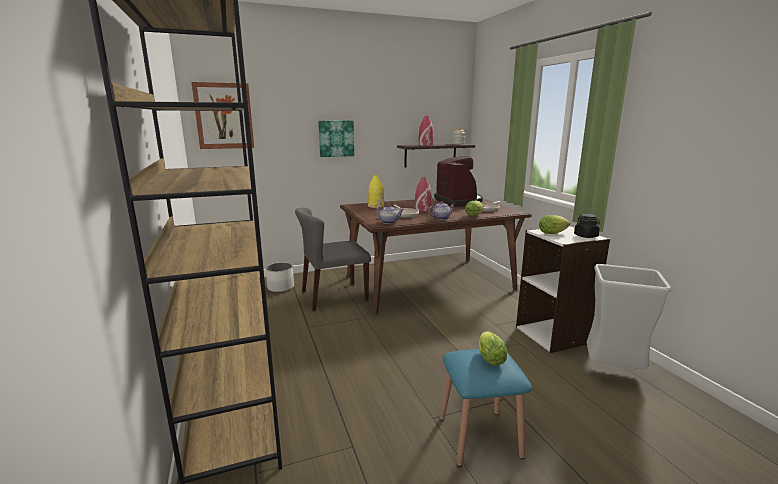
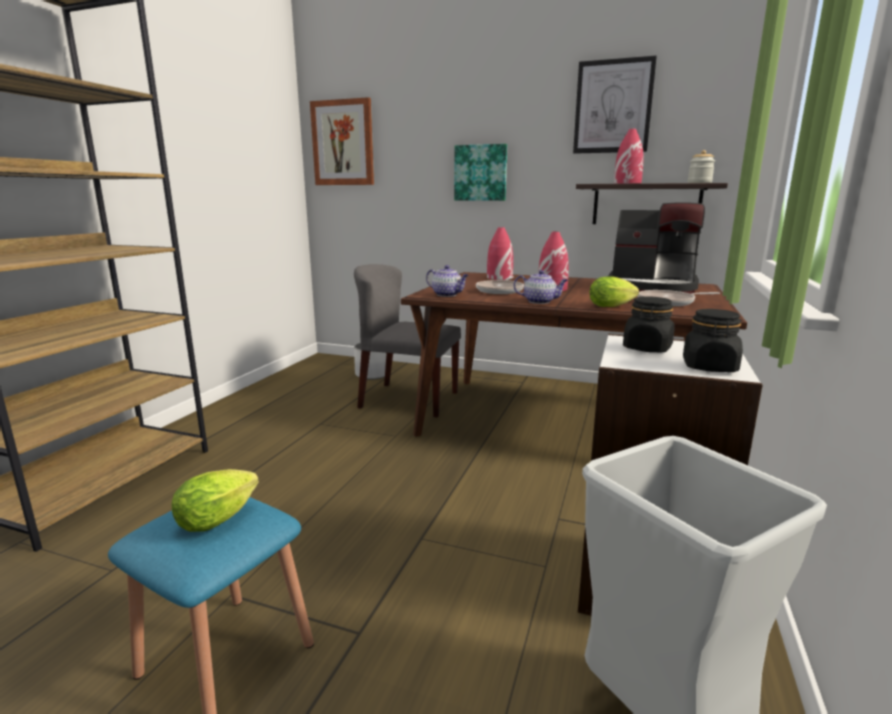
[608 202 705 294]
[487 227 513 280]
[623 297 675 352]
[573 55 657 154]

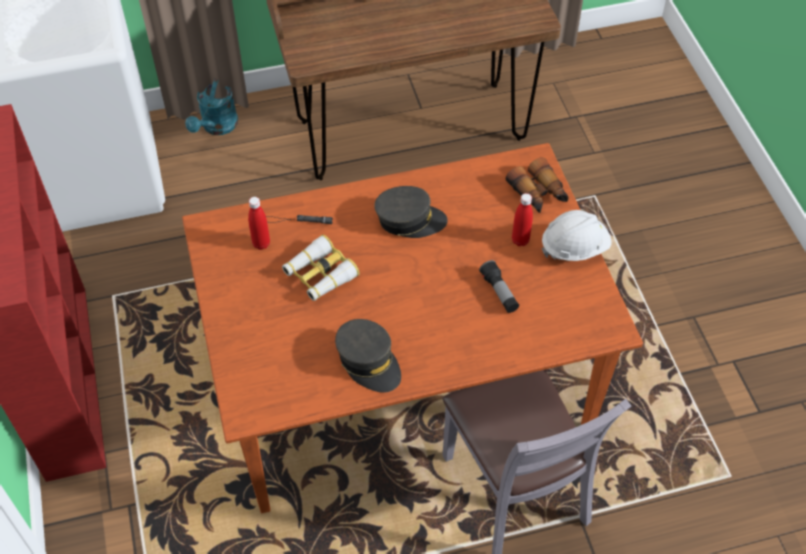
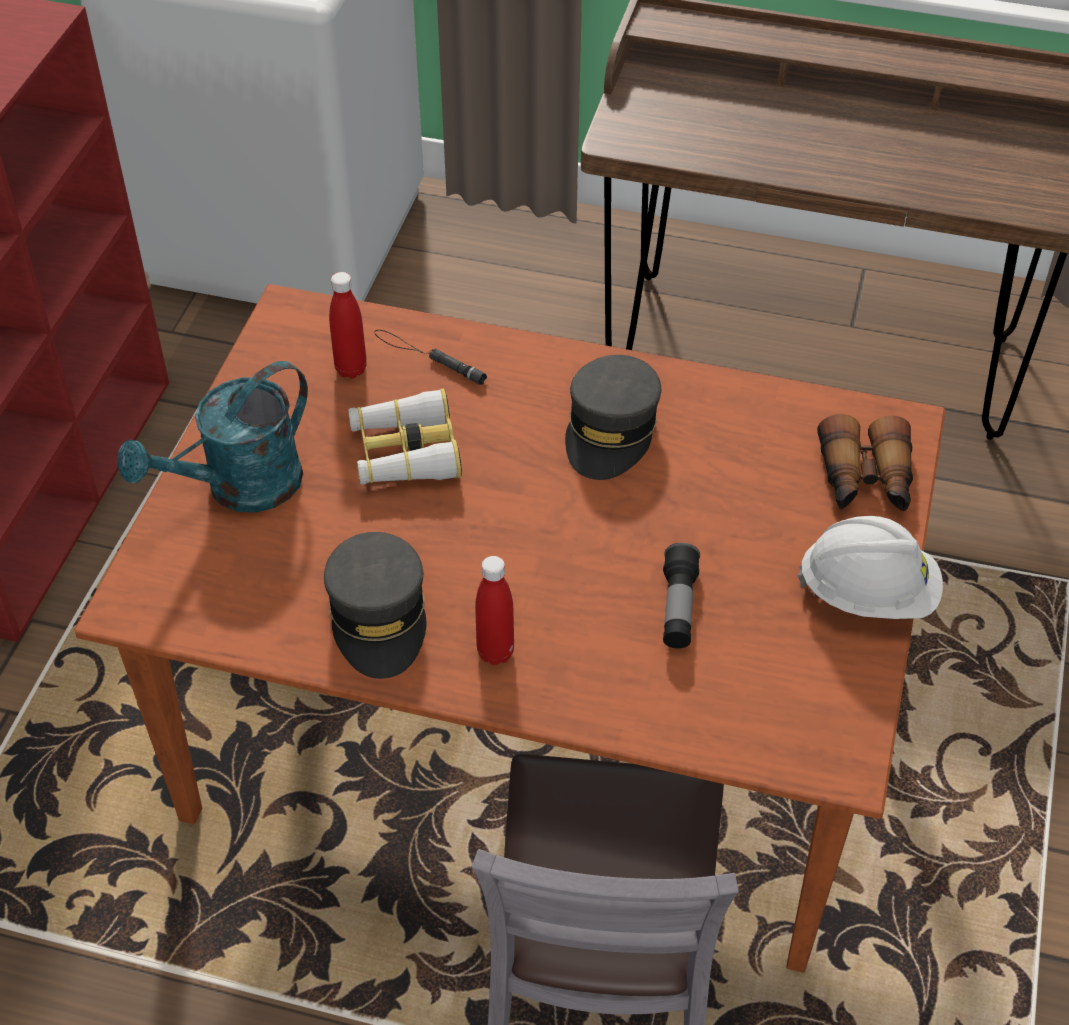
[117 361 308 513]
[565 355 661 480]
[475 556 514 665]

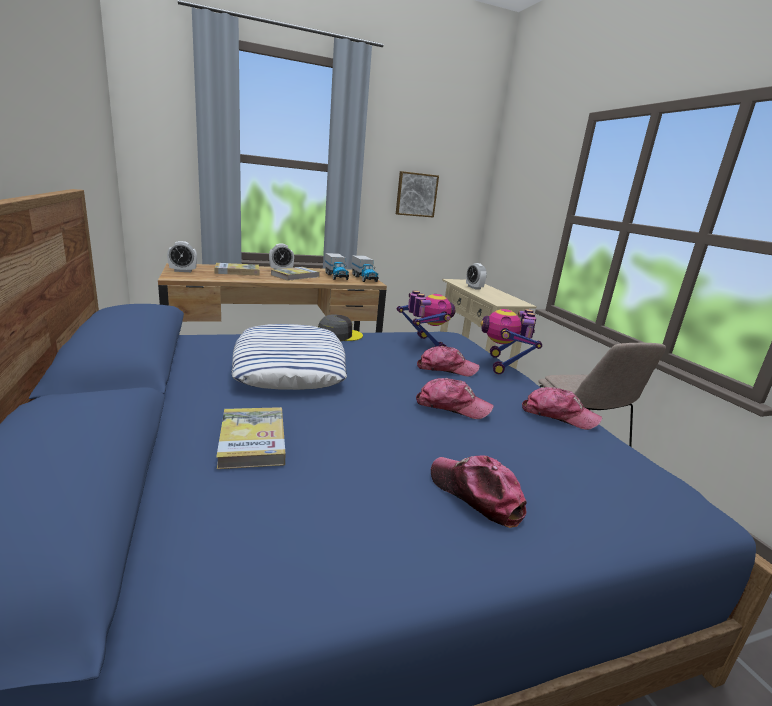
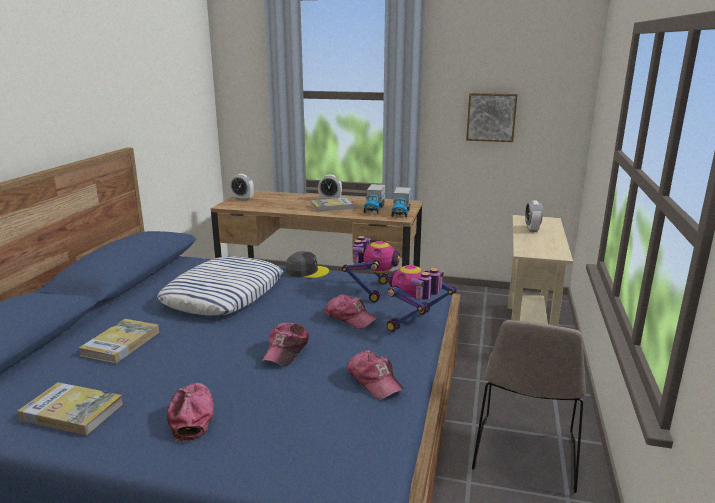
[18 382 123 435]
[262 322 309 366]

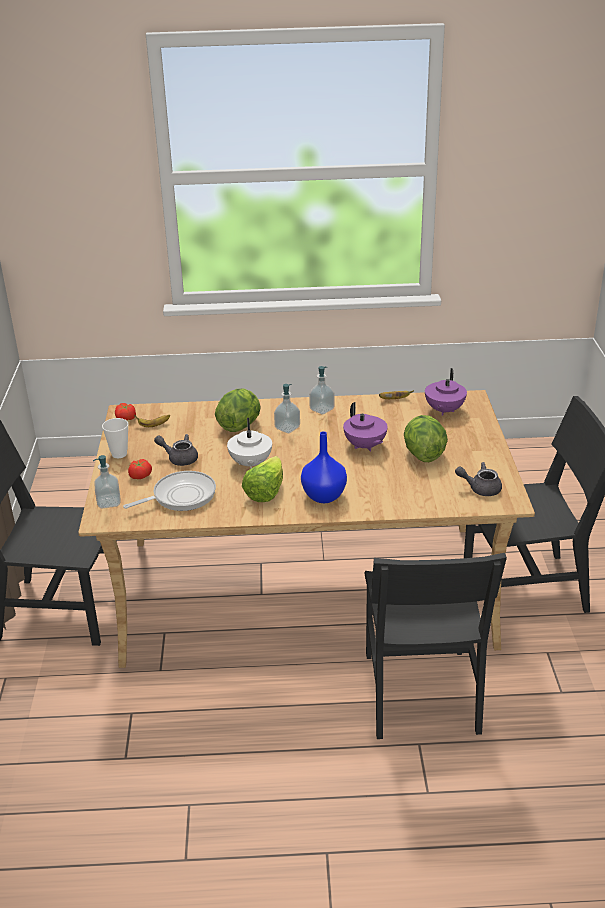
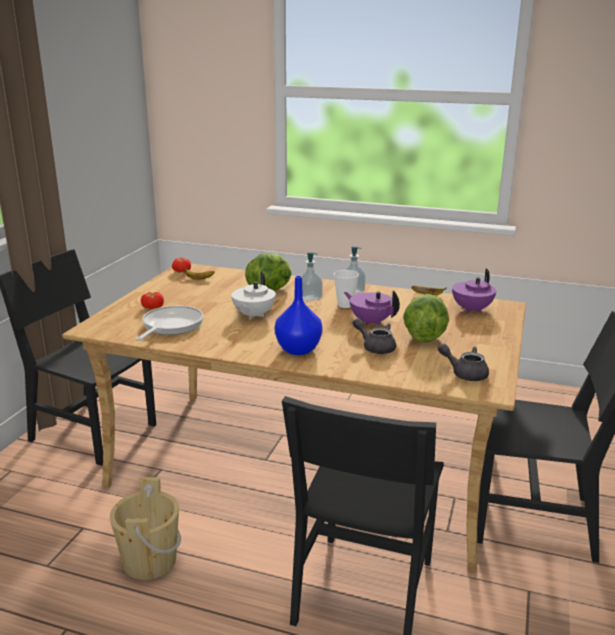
[344 291 400 326]
[334 270 359 308]
[353 318 396 354]
[93 455 121 508] (first image)
[242 456 283 502] (first image)
[136 306 203 341]
[110 477 181 580]

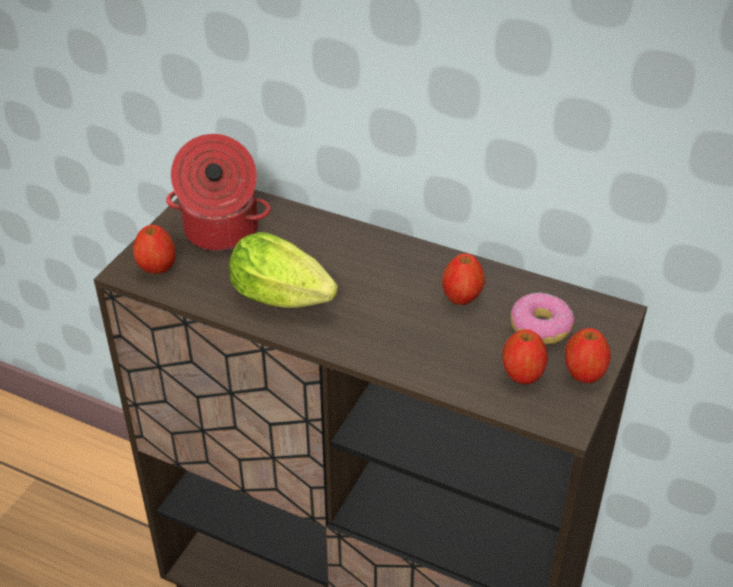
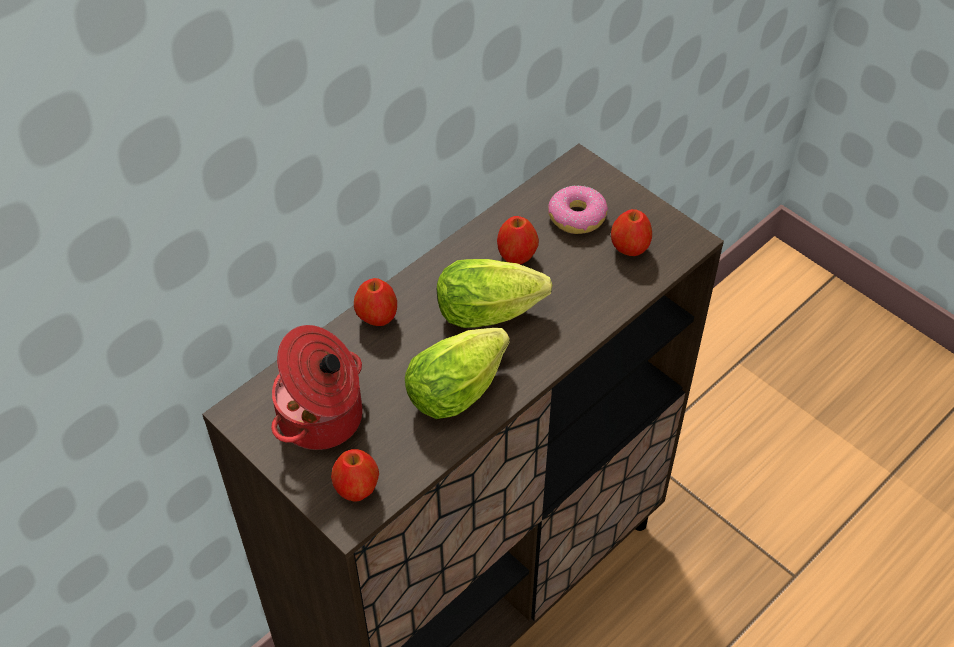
[354 278 397 326]
[437 259 552 328]

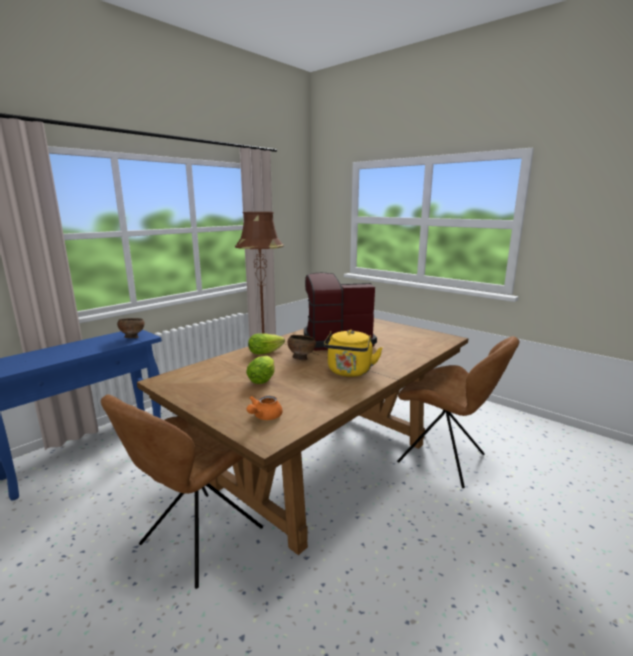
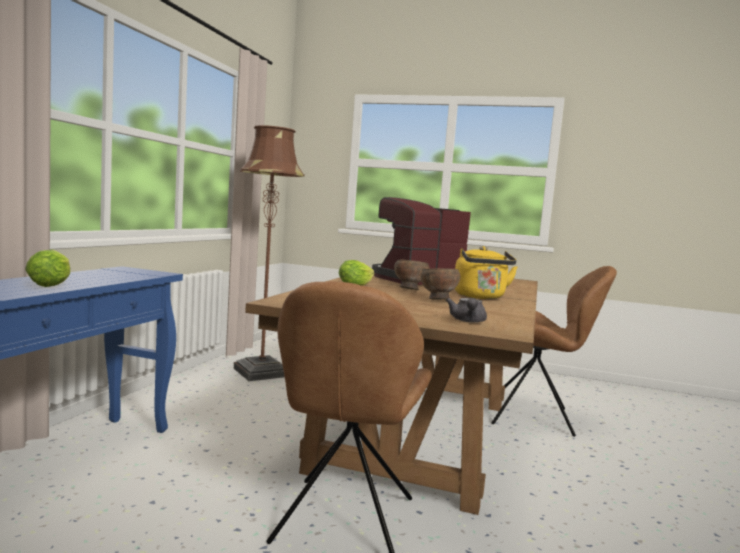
[420 268 460 300]
[25 249 70 287]
[446 298 487 323]

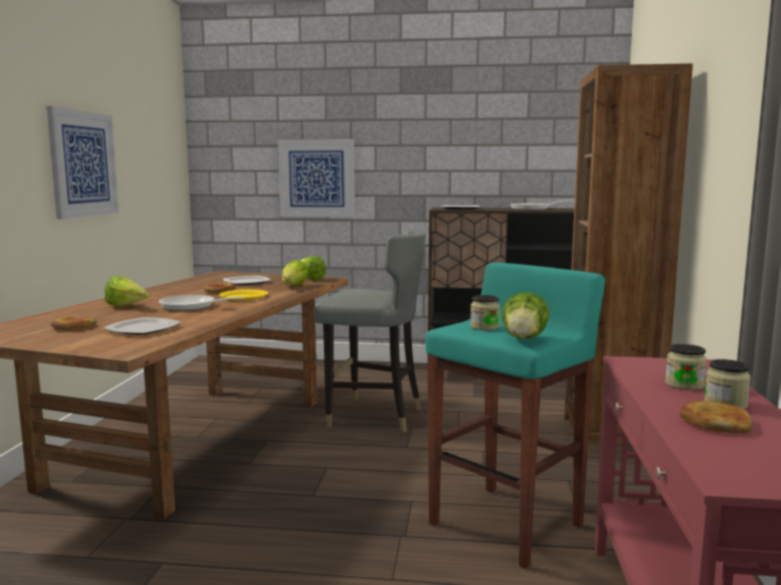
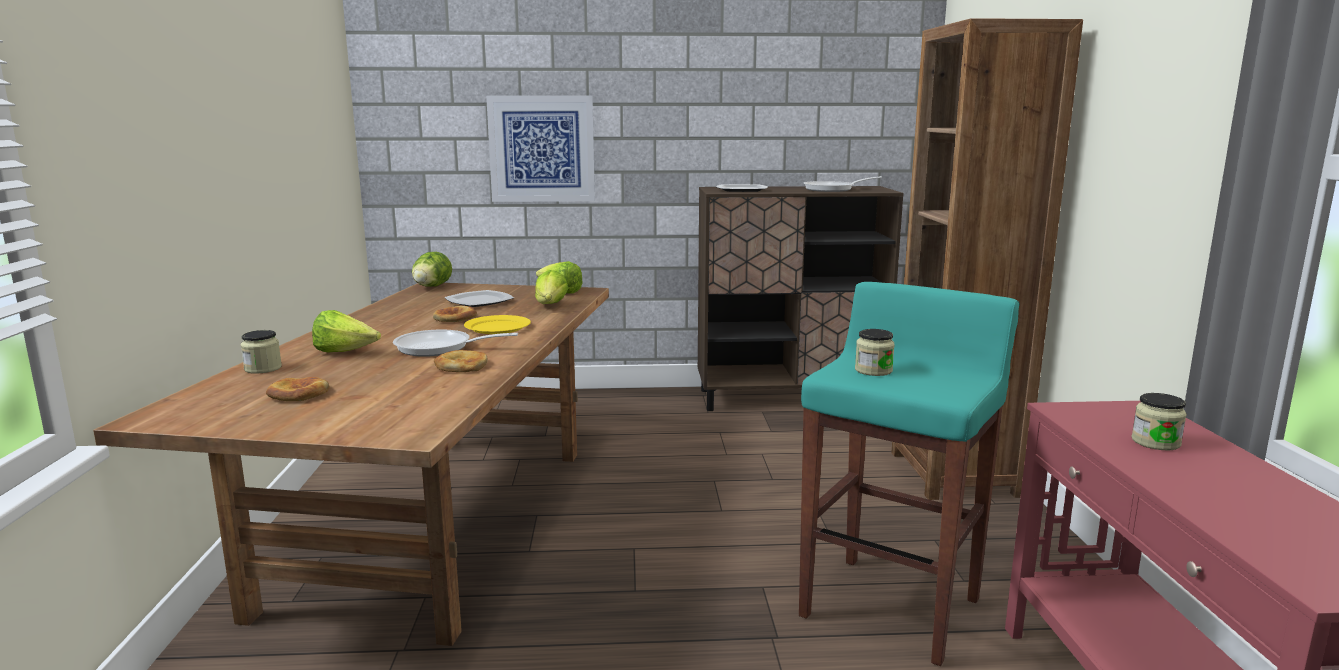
[47 106 119 219] (first image)
[313 229 426 432] (first image)
[412 252 452 287]
[103 317 181 335] (first image)
[241 330 282 374]
[434 350 488 372]

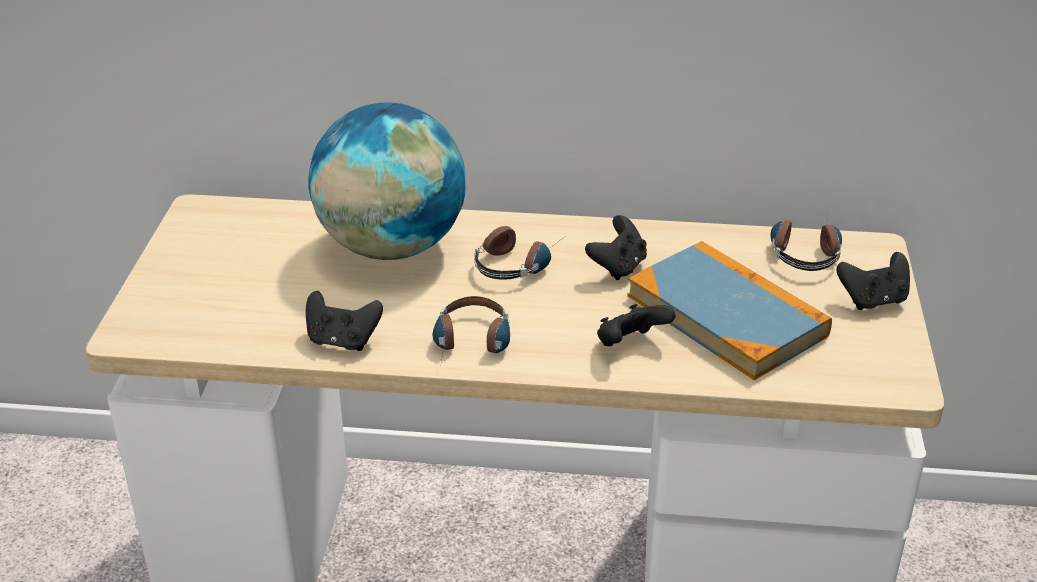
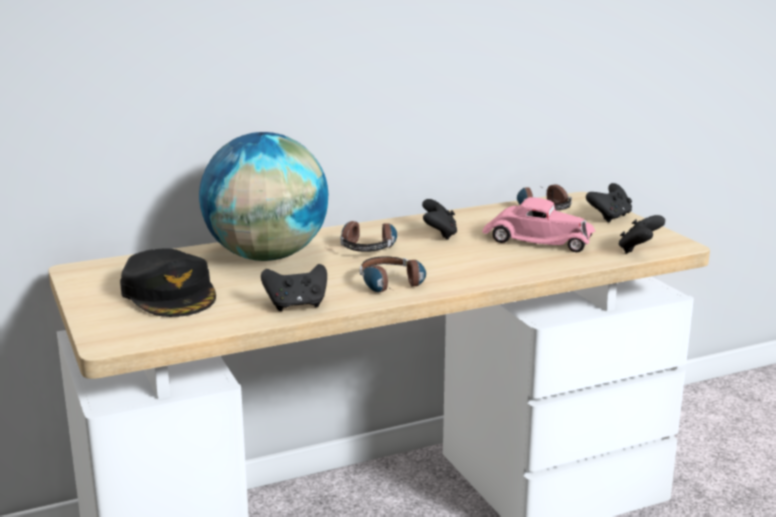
[482 197 595 252]
[619 215 665 254]
[120 249 216 317]

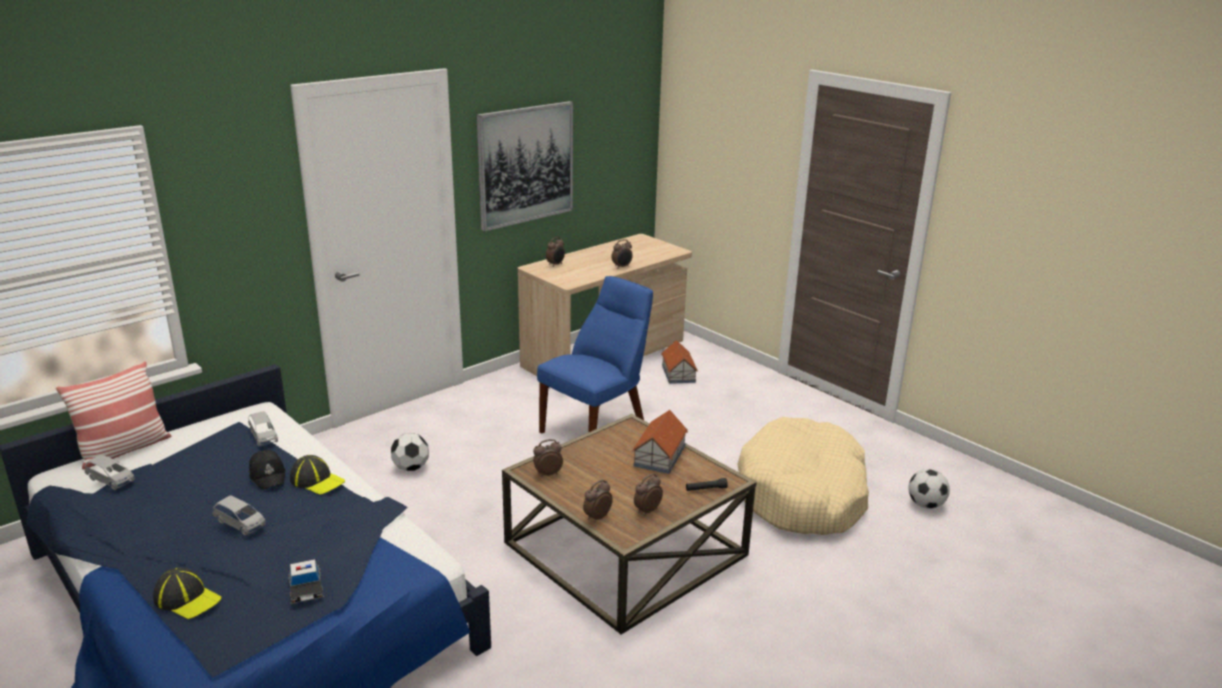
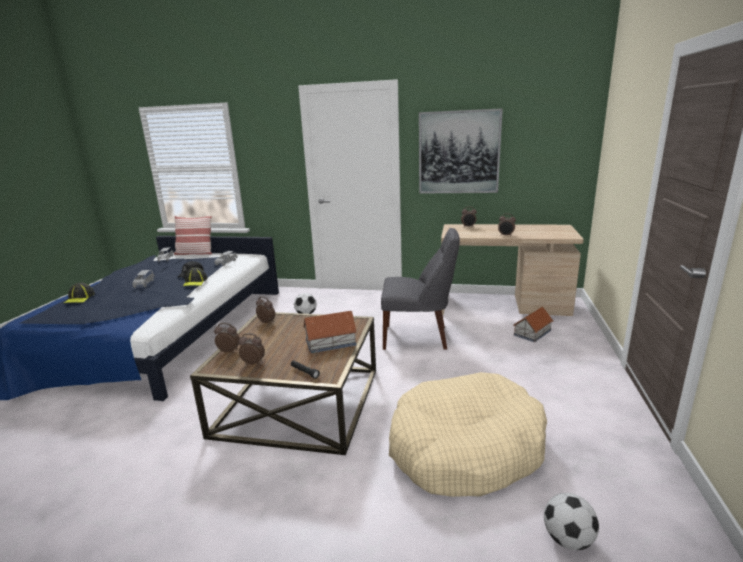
[381 228 460 350]
[288 559 324 604] (first image)

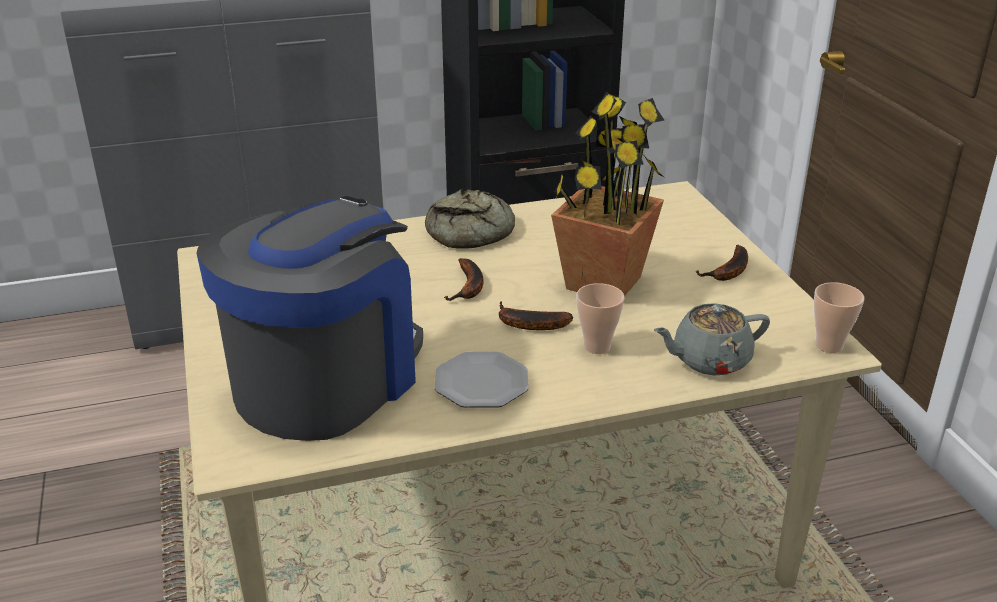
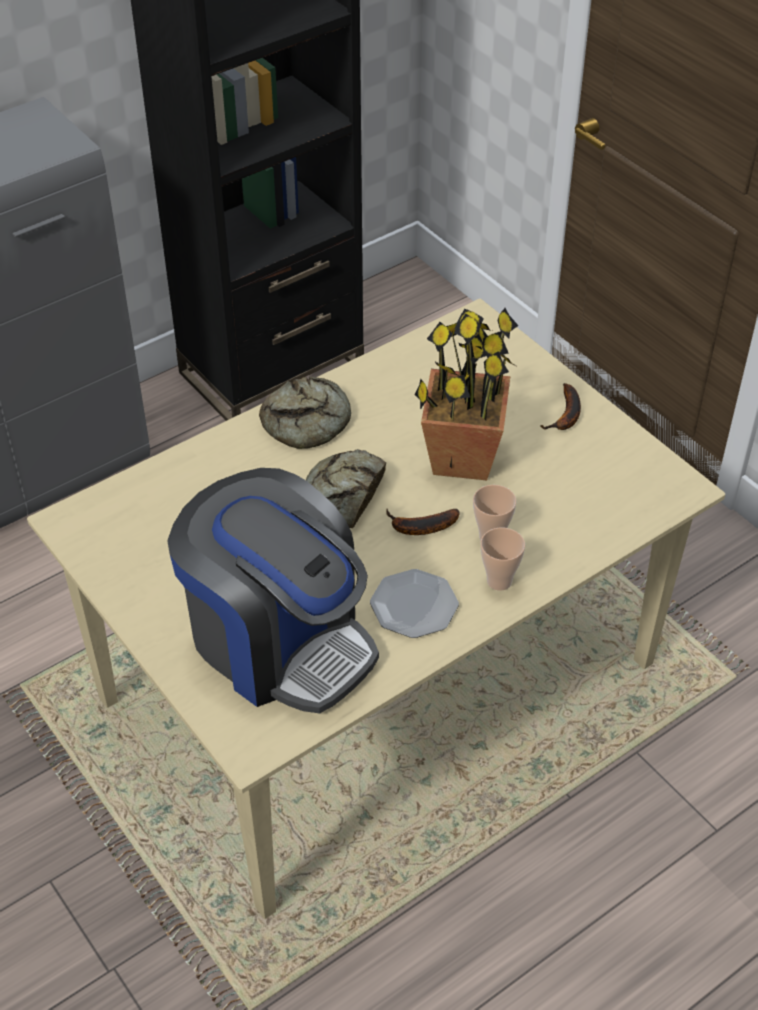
[167 468 379 714]
[306 449 386 528]
[481 528 525 591]
[654 303 770 376] (first image)

